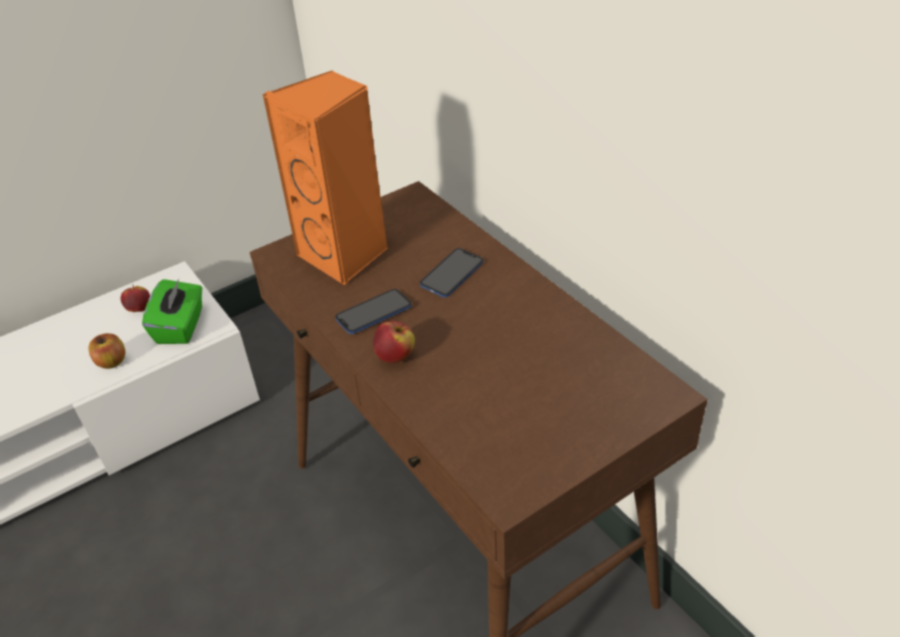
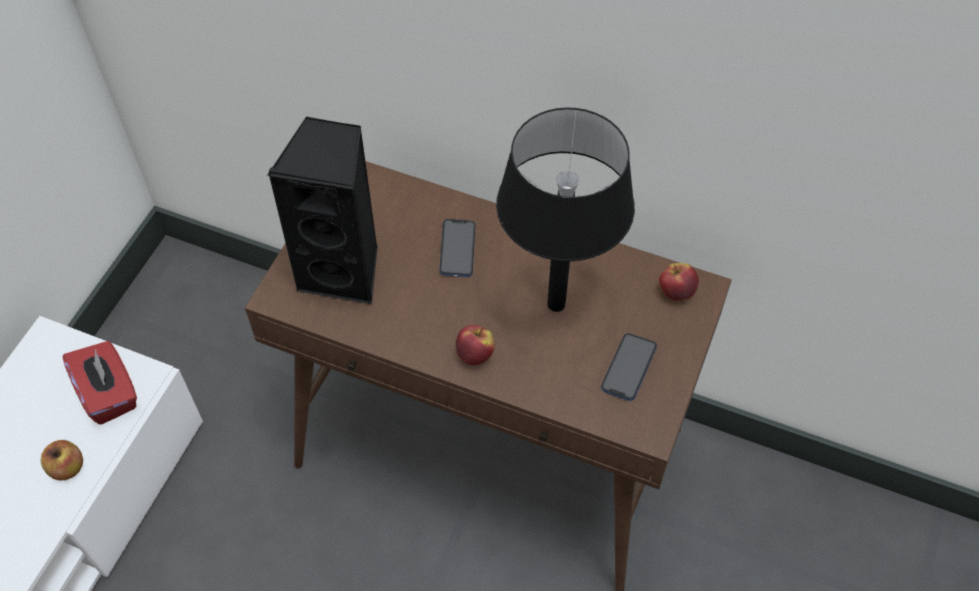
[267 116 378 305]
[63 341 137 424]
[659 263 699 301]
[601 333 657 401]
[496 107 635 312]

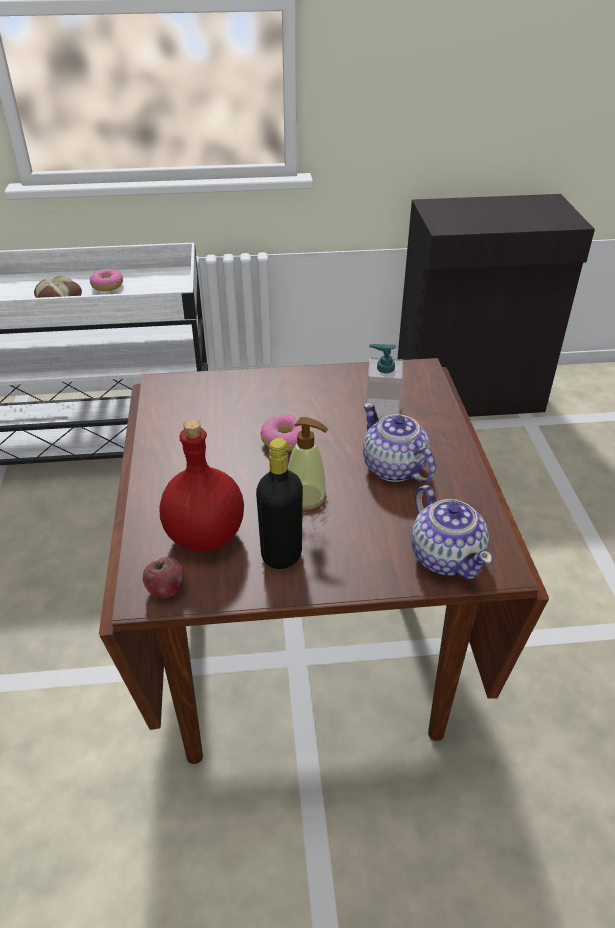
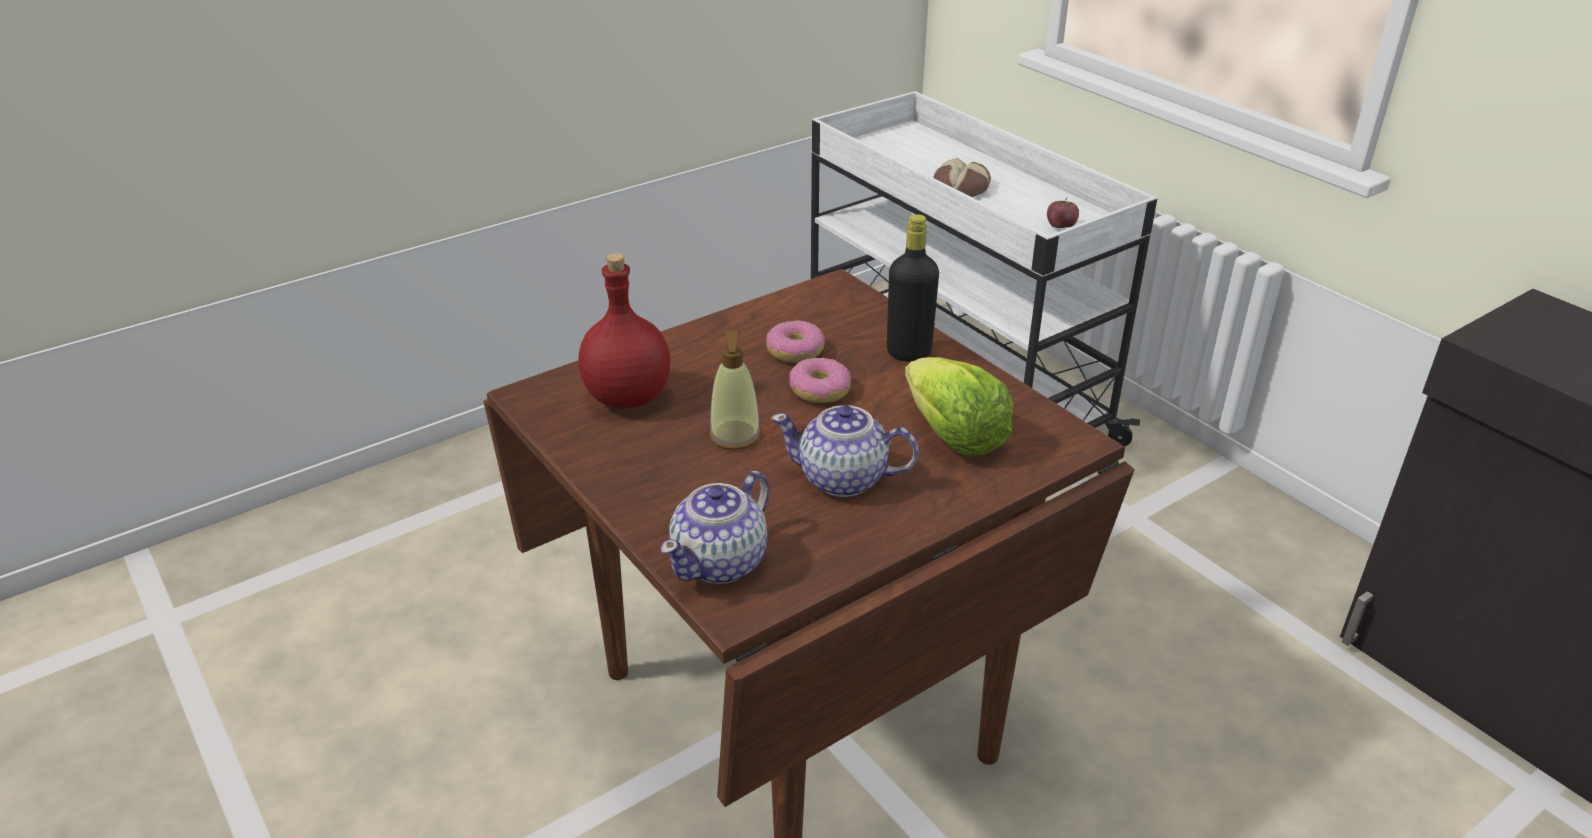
[766 320 825 363]
[905 357 1013 456]
[771 405 919 497]
[887 214 939 362]
[1047 198 1079 228]

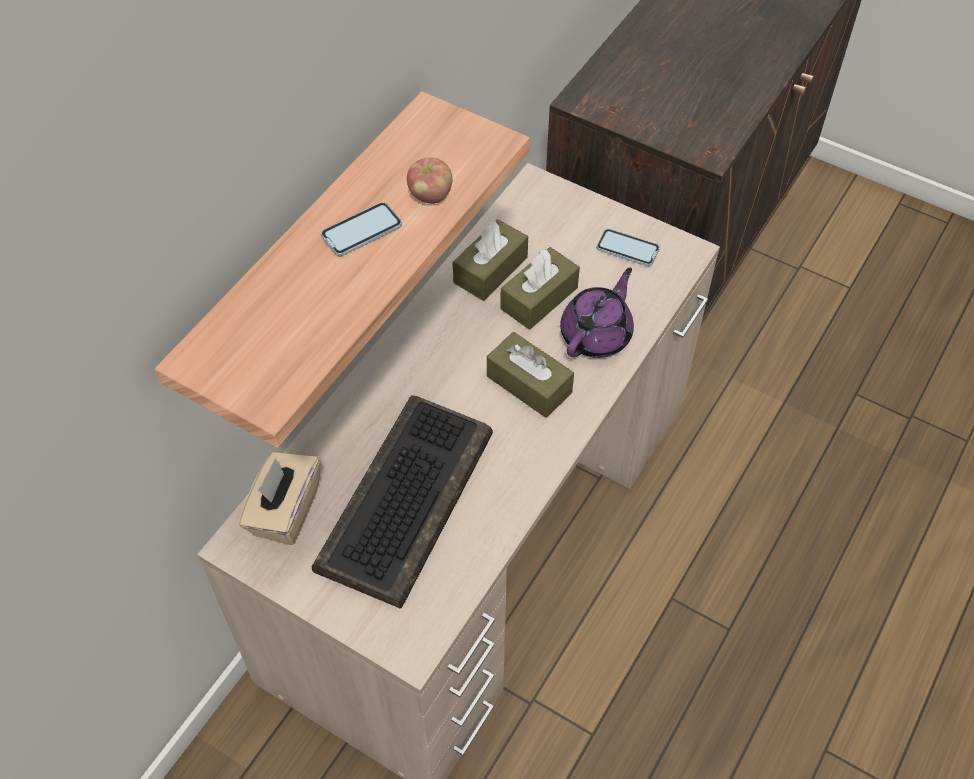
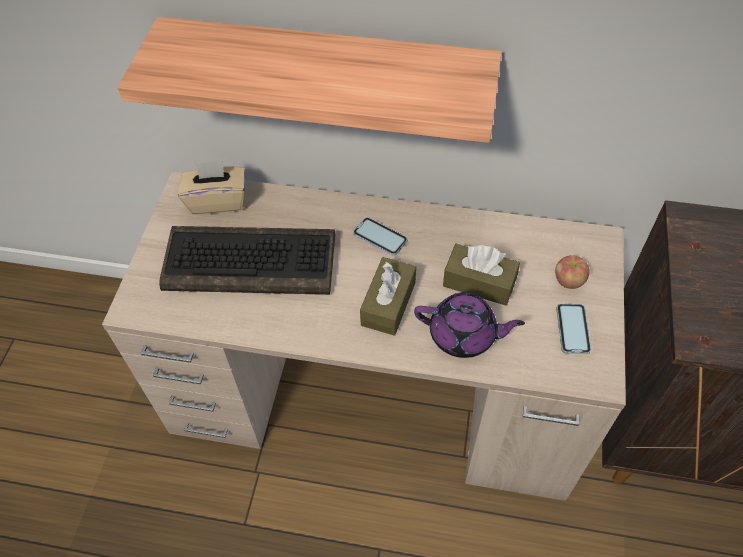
[555 255 590 289]
[353 217 407 256]
[453 219 528 301] (first image)

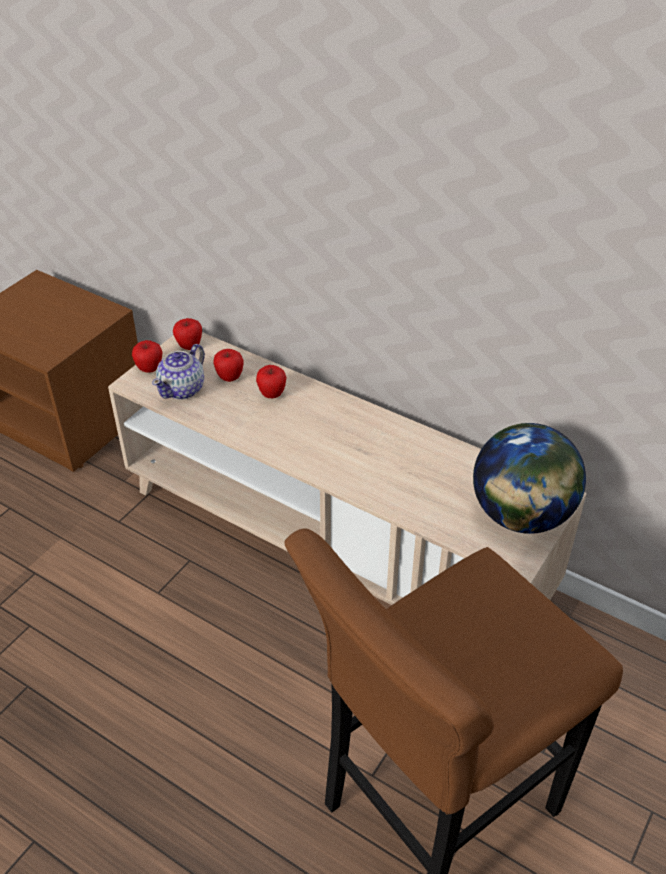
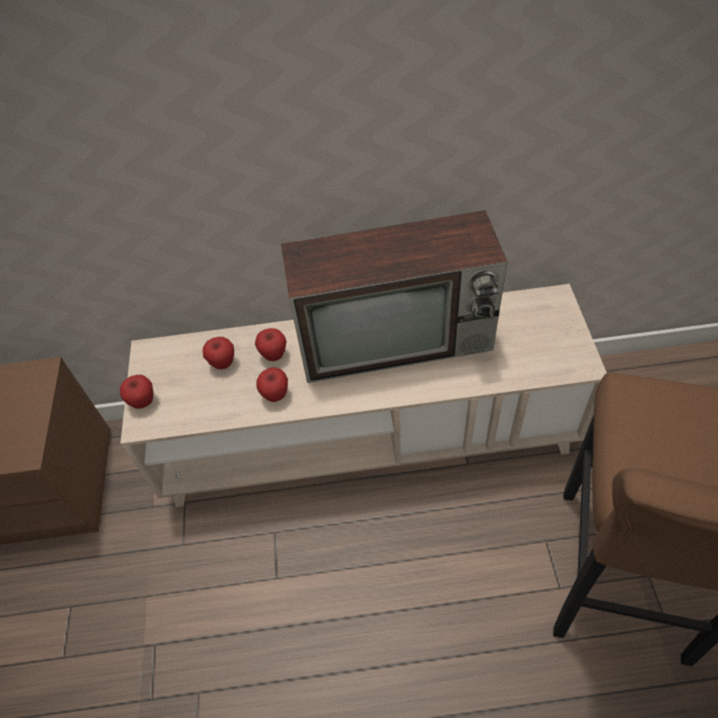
[256 367 288 402]
[152 344 205 400] (first image)
[473 423 586 534] (first image)
[281 210 508 383]

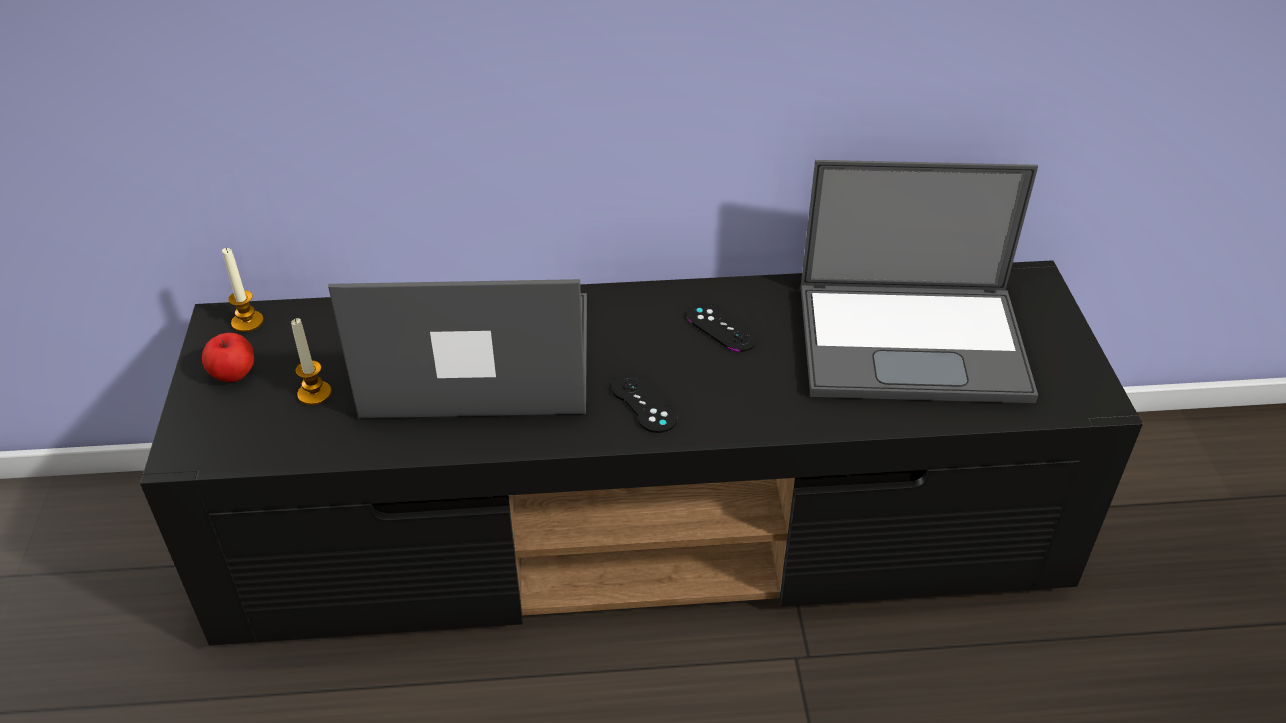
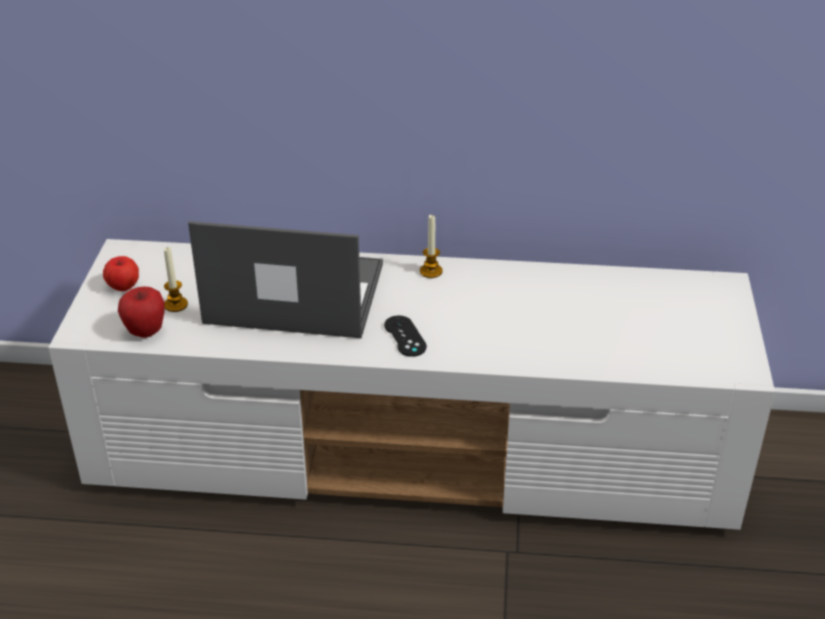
[800 160 1038 403] (first image)
[420 215 442 278]
[48 239 775 530]
[687 303 758 352] (first image)
[118 287 165 338]

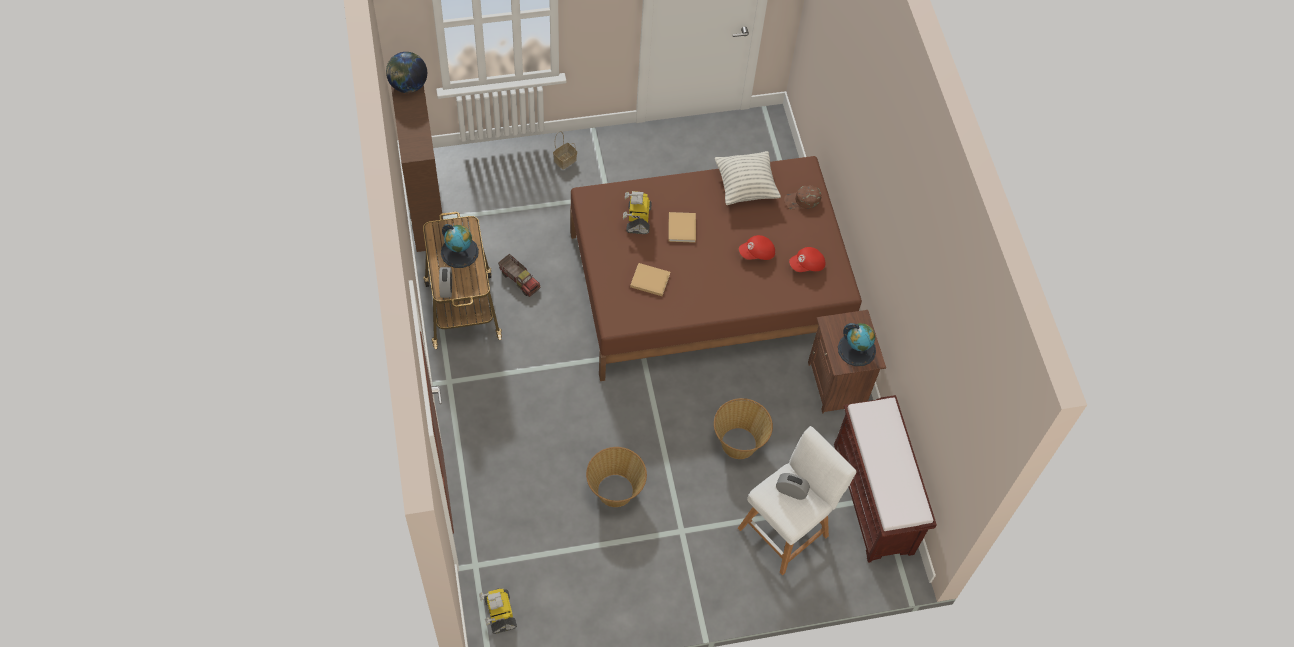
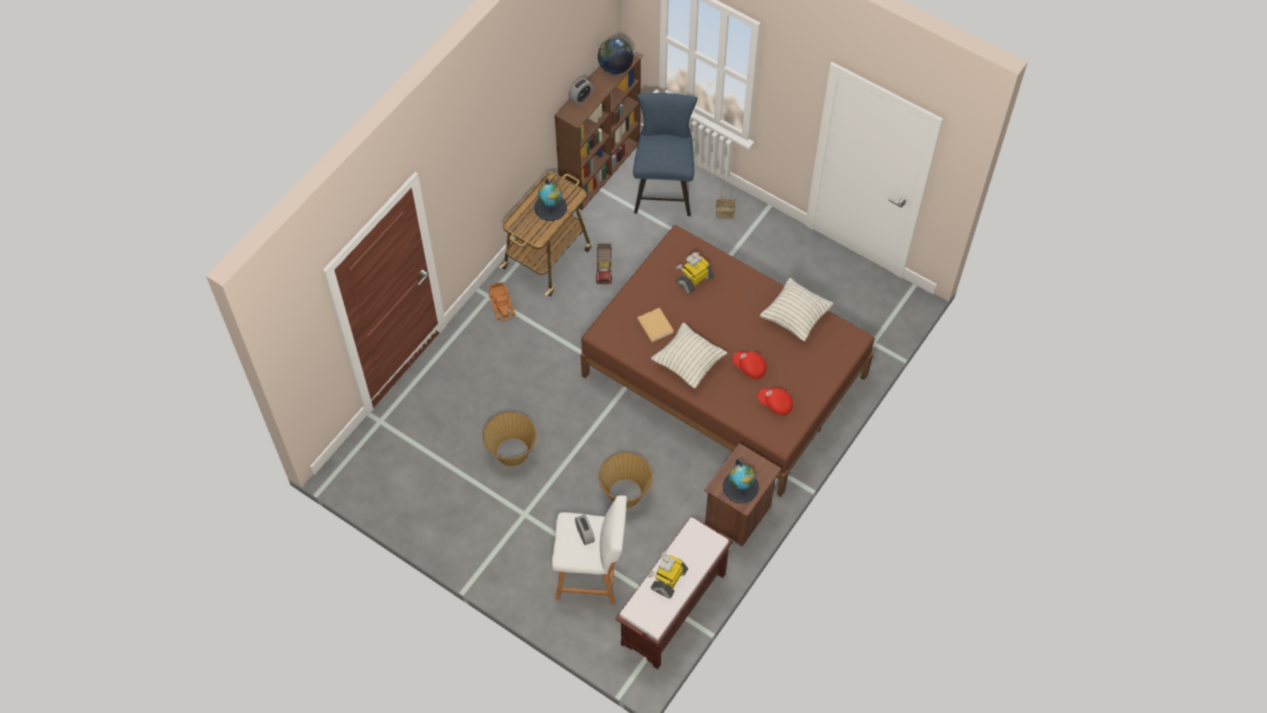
[784 185 822 210] (first image)
[668 212 696 243] (first image)
[569 78 593 105]
[648 551 688 598]
[633 93 698 216]
[488 282 515 321]
[651 323 727 389]

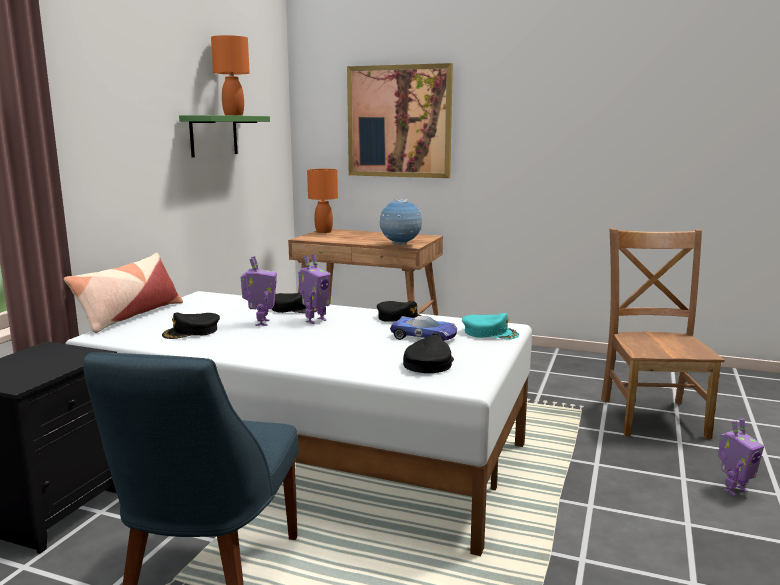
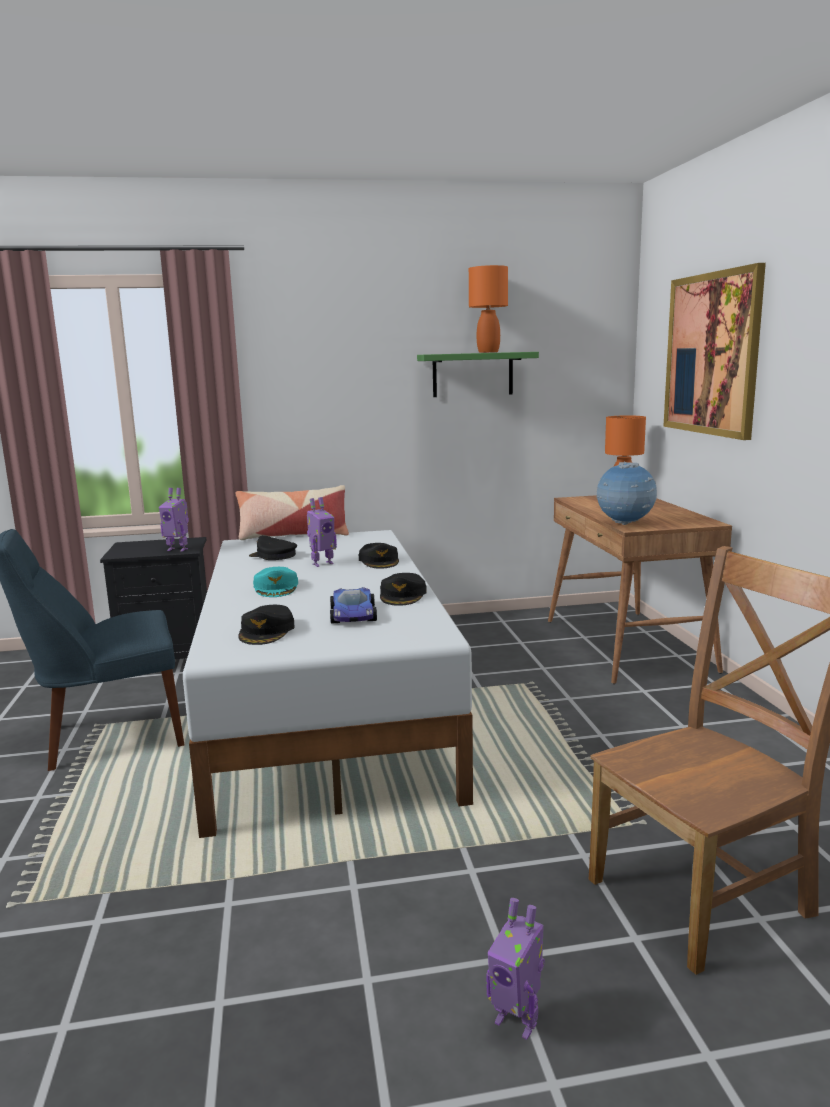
[159 488 189 552]
[253 567 298 597]
[238 605 295 645]

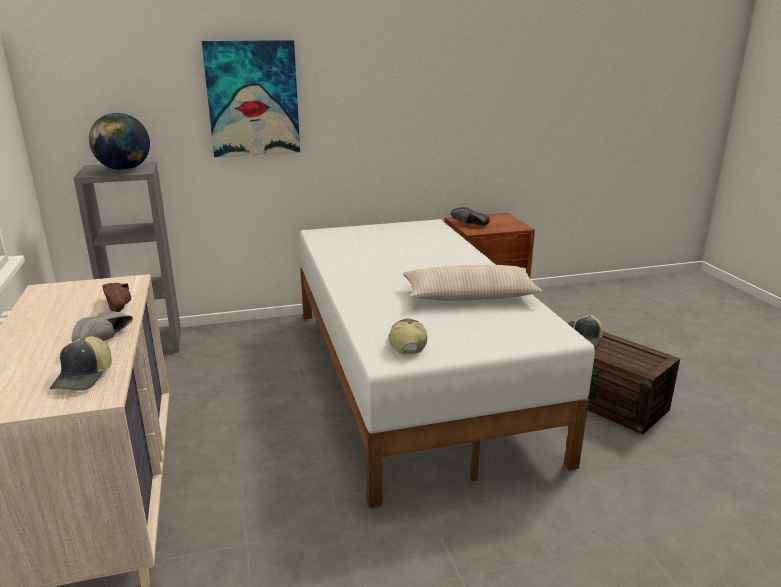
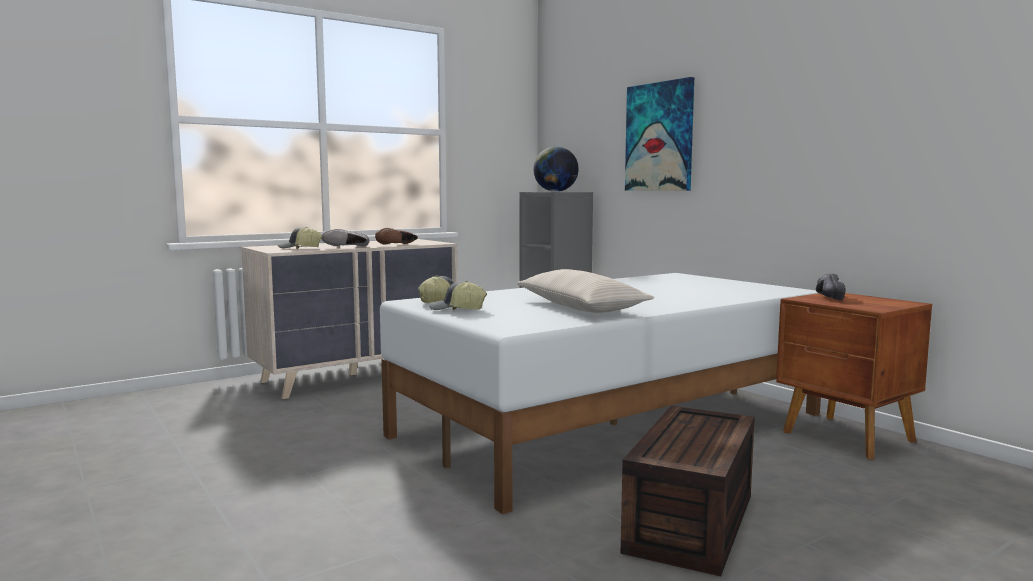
[429 281 487 310]

